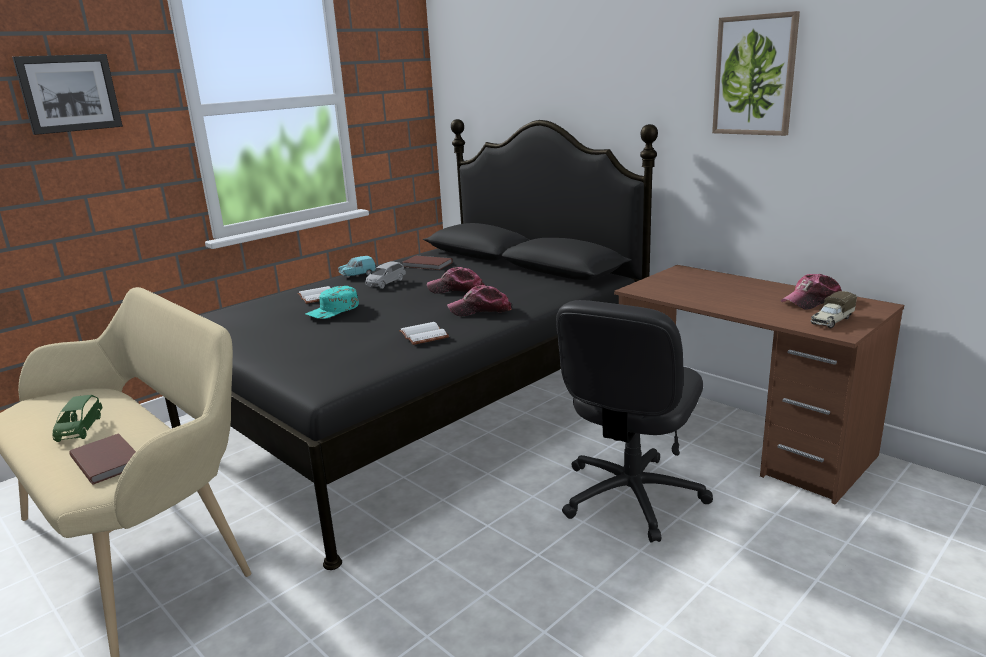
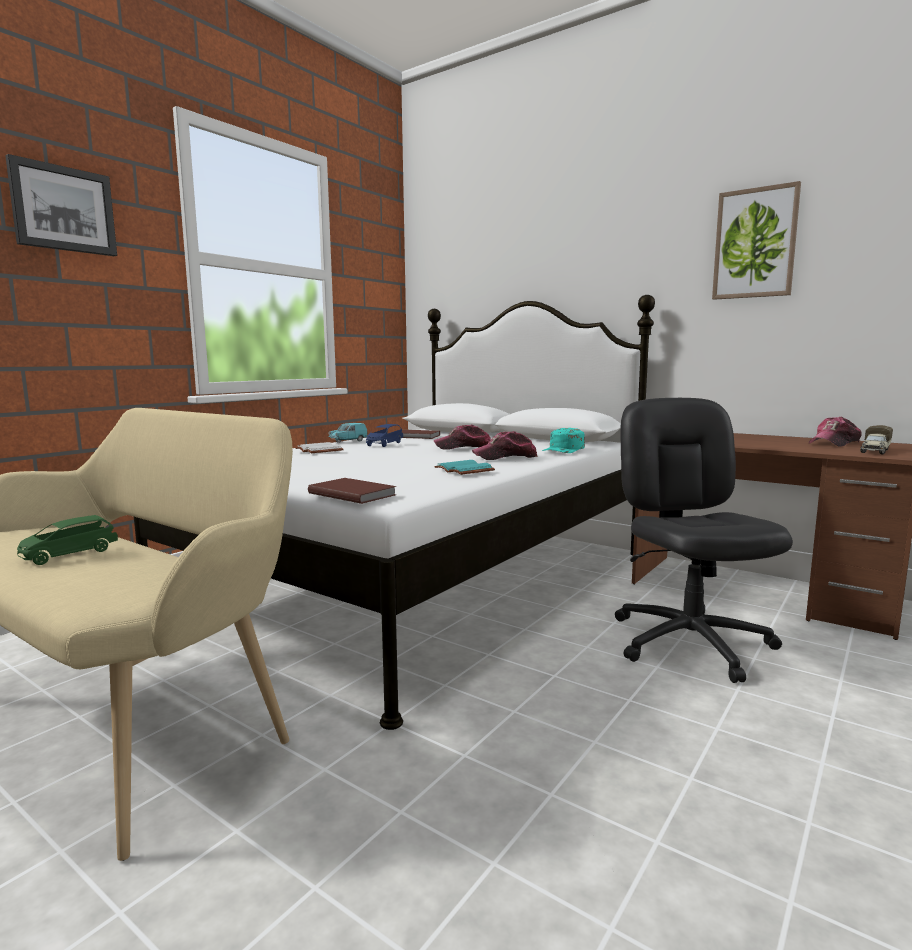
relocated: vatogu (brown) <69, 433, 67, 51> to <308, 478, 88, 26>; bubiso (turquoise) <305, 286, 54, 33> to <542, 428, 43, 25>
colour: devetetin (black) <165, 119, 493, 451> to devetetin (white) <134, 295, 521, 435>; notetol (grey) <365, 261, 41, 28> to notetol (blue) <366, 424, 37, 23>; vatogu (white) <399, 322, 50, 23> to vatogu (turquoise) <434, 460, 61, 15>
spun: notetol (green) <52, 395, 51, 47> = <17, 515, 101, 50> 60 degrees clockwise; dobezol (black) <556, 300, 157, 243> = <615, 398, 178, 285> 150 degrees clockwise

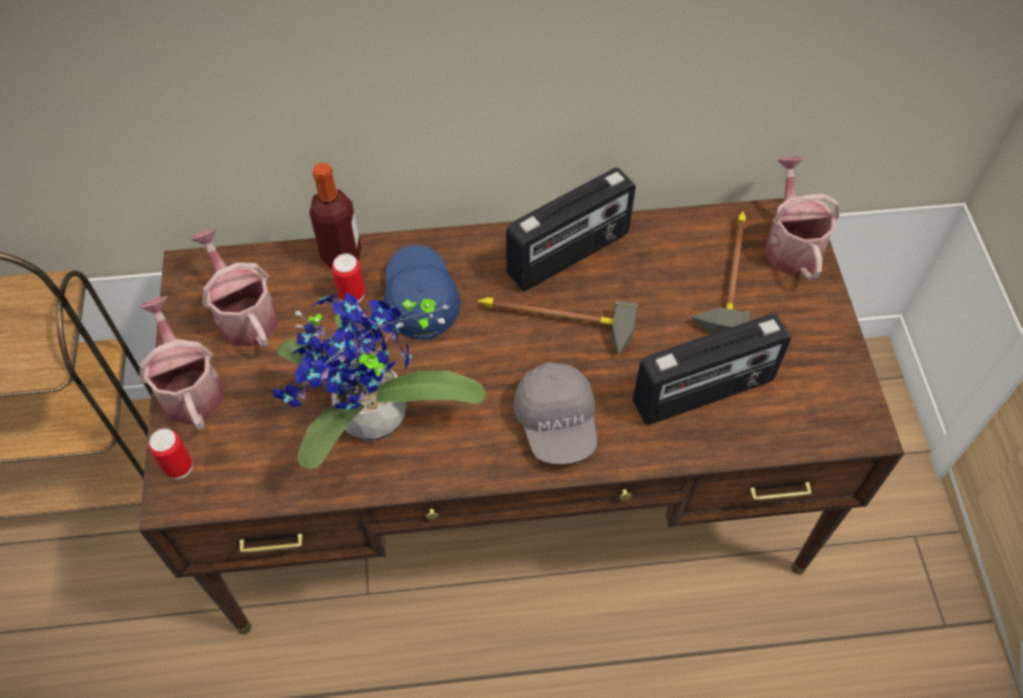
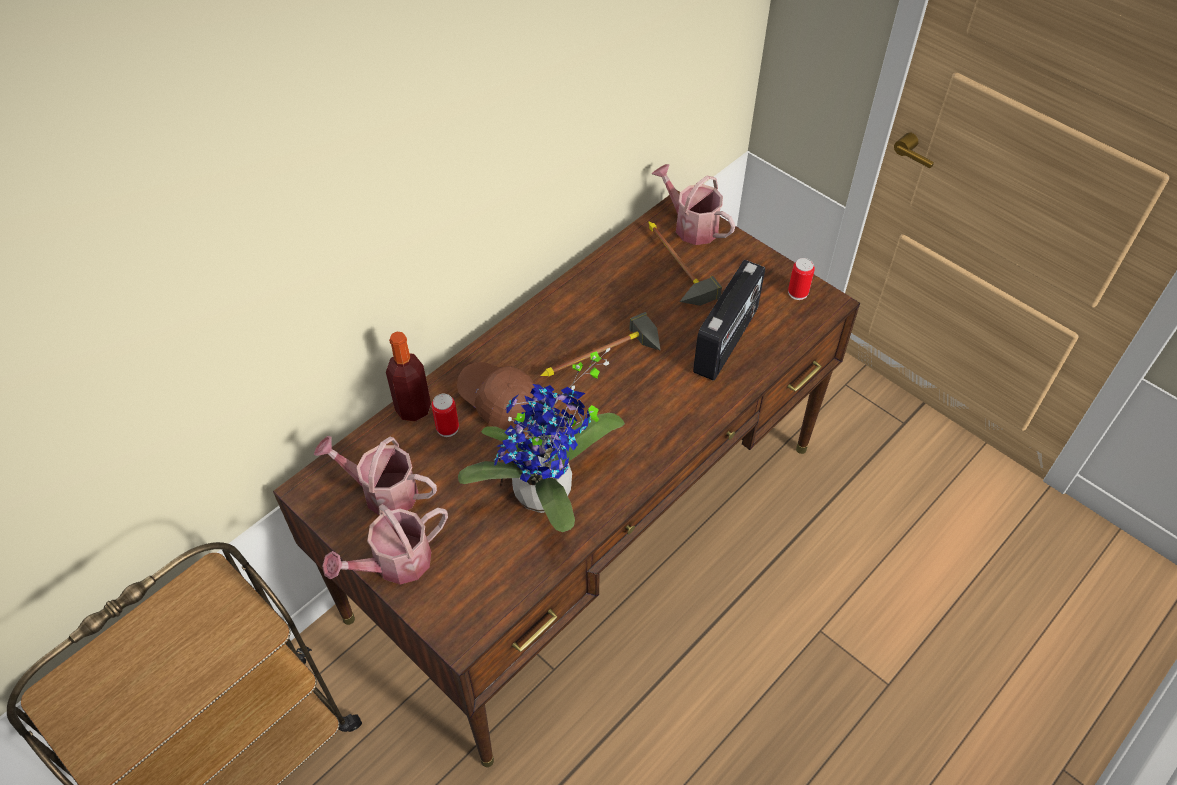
missing: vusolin <506, 167, 130, 124>; bubiso (grey) <513, 362, 84, 102>
relocated: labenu <149, 429, 44, 50> to <788, 258, 27, 42>
colour: bubiso (blue) <383, 245, 78, 95> to bubiso (brown) <457, 362, 81, 68>
spun: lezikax <139, 297, 84, 133> = <322, 504, 126, 81> 60 degrees counterclockwise

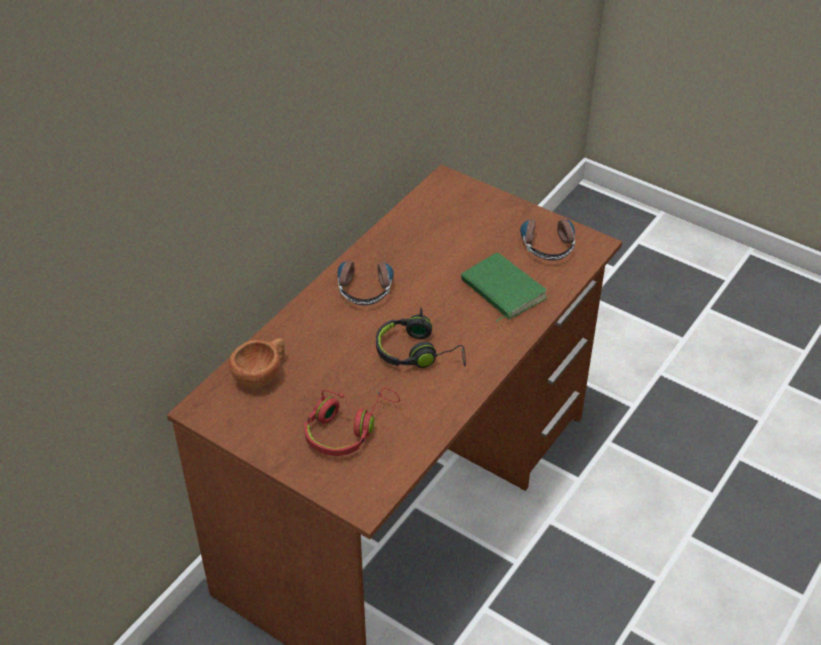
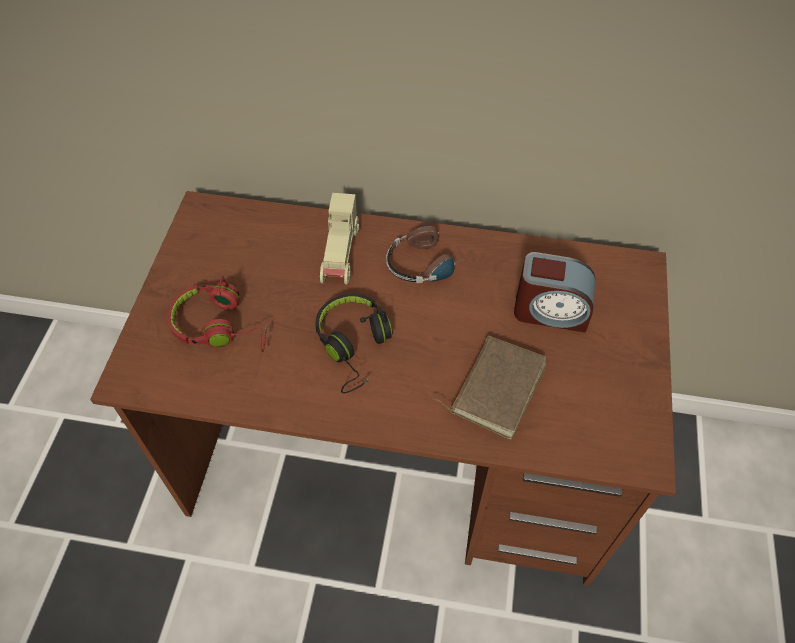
missing: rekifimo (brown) <229, 338, 56, 51>; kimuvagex <520, 208, 55, 53>
appeared: notetol (beige) <320, 193, 39, 92>; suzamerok <514, 252, 82, 81>
colour: vatogu (green) <461, 252, 86, 70> to vatogu (brown) <432, 336, 114, 104>

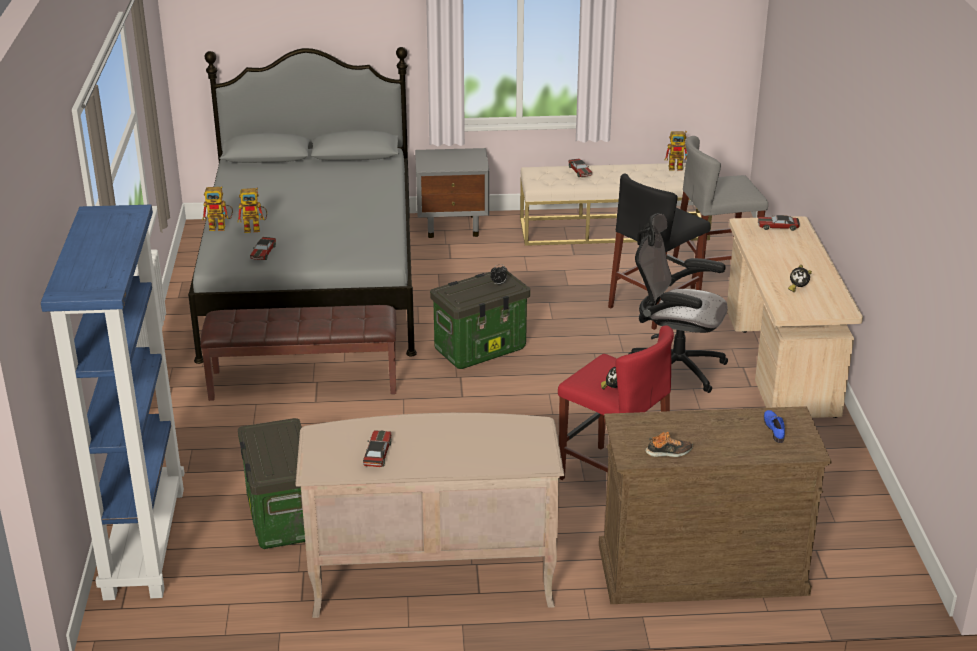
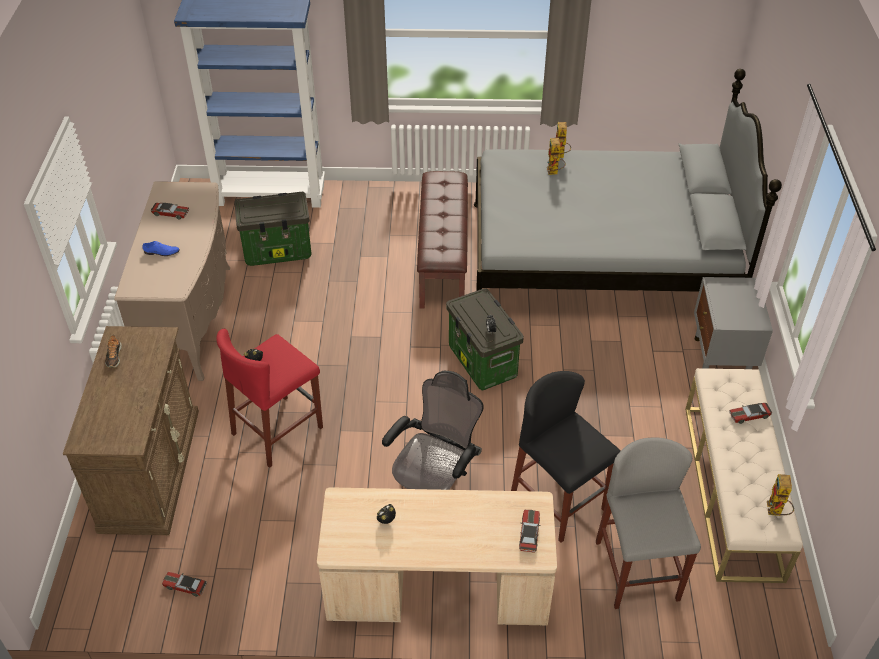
relocated: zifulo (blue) <764, 410, 21, 33> to <142, 241, 38, 15>; notetol <250, 237, 26, 23> to <162, 572, 45, 25>

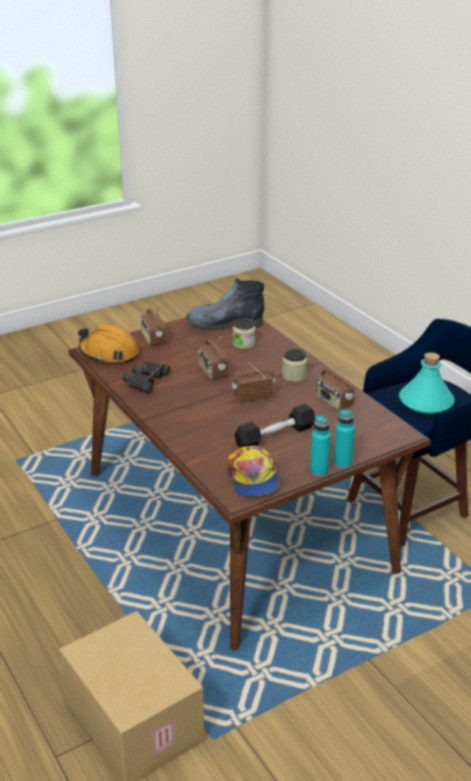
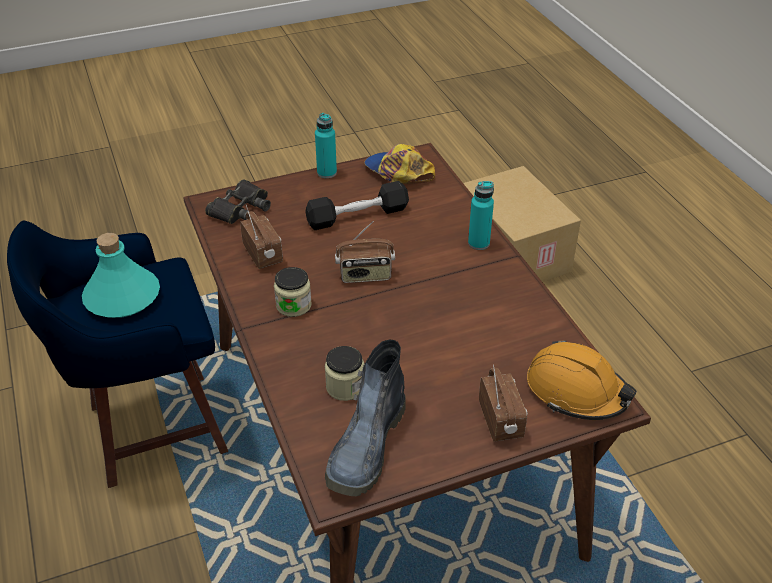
missing: vusolin <198, 336, 31, 43>
relocated: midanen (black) <123, 361, 47, 33> to <205, 179, 66, 45>; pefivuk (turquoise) <334, 410, 21, 59> to <468, 181, 26, 69>
spun: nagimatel <186, 278, 79, 53> = <325, 339, 80, 157> 105 degrees clockwise; bubiso <227, 446, 52, 51> = <364, 144, 71, 40> 45 degrees counterclockwise

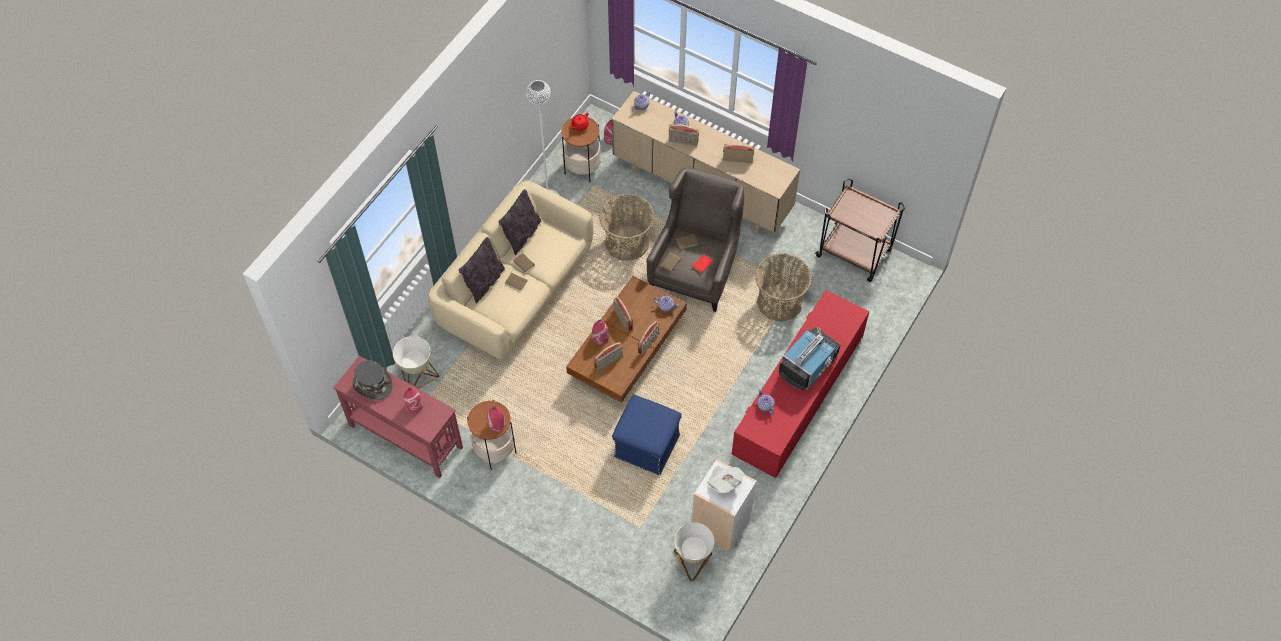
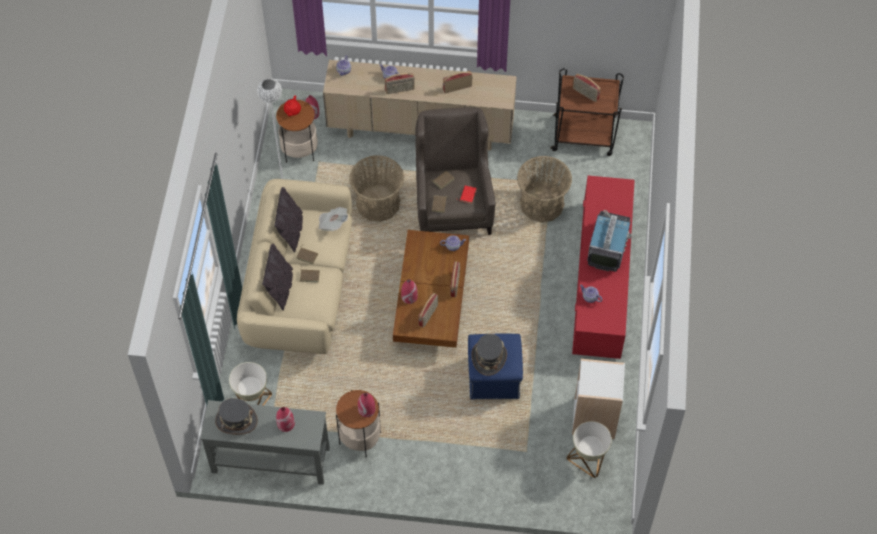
appeared: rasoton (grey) <471, 334, 36, 42>
relocated: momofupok <707, 466, 37, 27> to <318, 207, 30, 24>; vusolin <614, 297, 19, 34> to <573, 74, 28, 28>
colour: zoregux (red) <333, 356, 130, 122> to zoregux (grey) <200, 400, 130, 85>

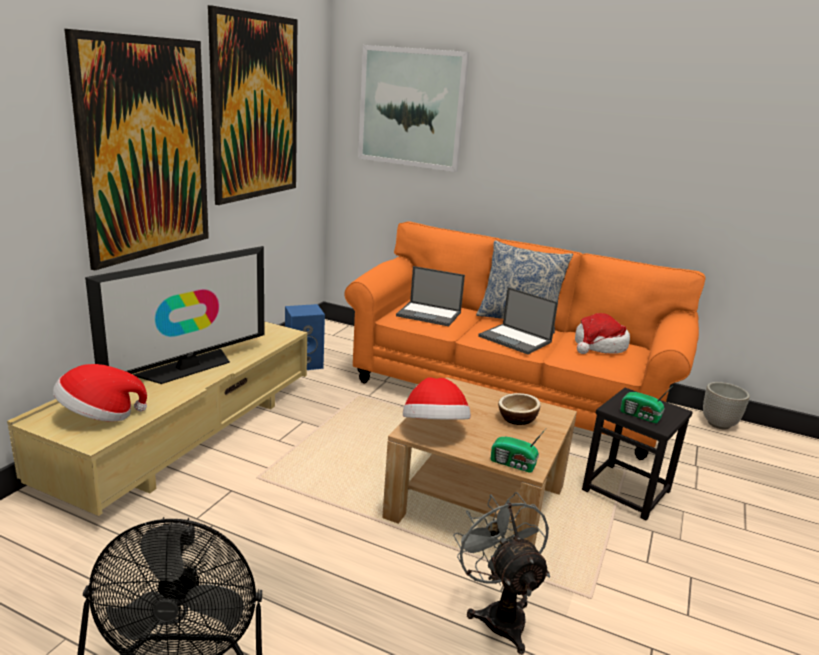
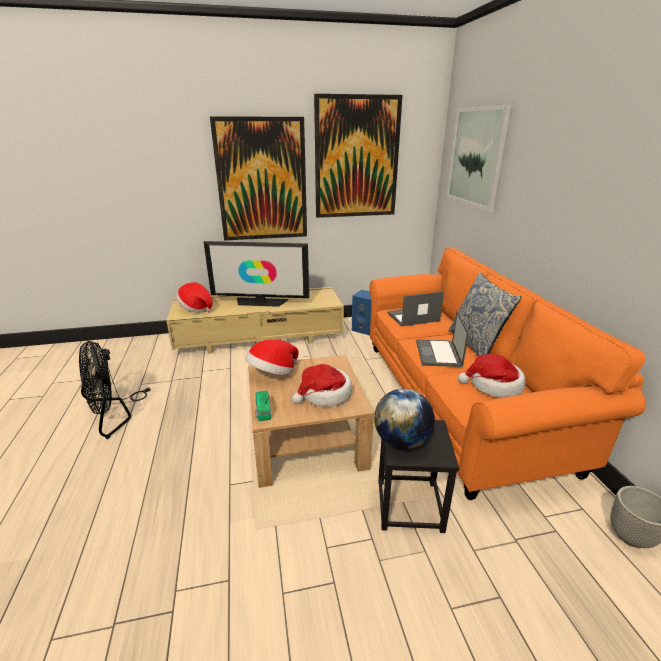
missing: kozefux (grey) <453, 492, 97, 162>
exchanged: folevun <498, 393, 43, 32> to rasoton <292, 364, 60, 43>; vusolin <620, 388, 51, 35> to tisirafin <374, 389, 61, 61>
spun: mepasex <396, 266, 69, 60> = <388, 291, 56, 36> 90 degrees clockwise

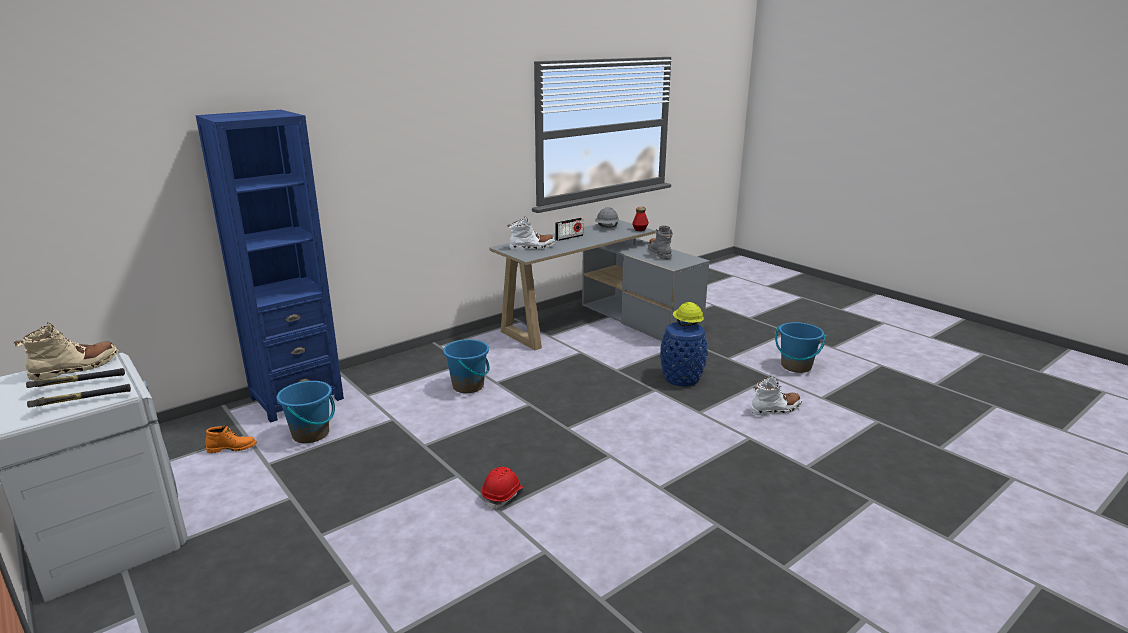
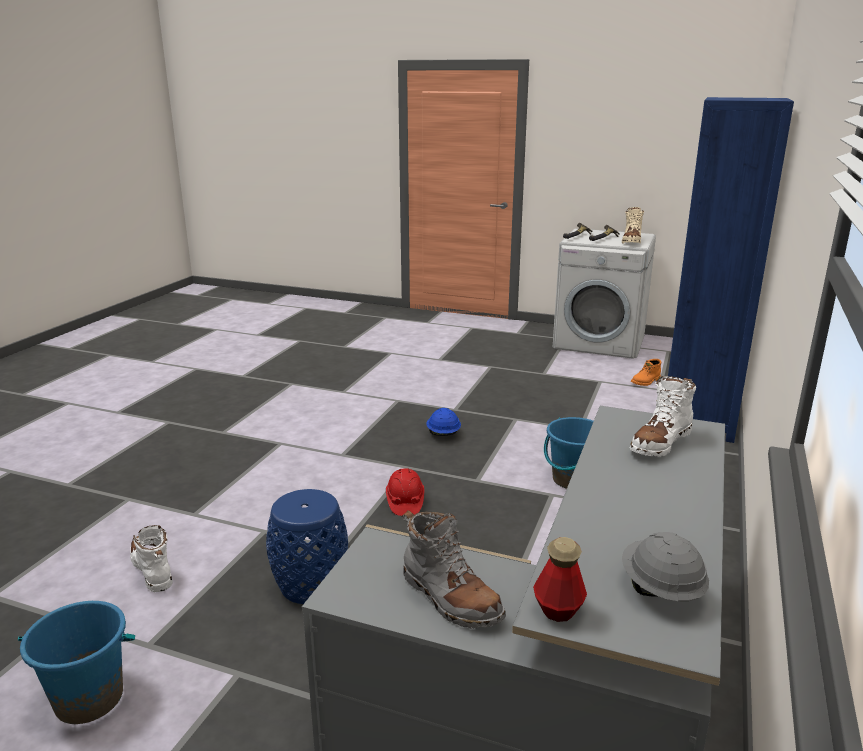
missing: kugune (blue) <277, 380, 58, 63>; vusolin <555, 218, 28, 23>; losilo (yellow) <673, 302, 31, 24>
appeared: losilo (blue) <427, 408, 34, 28>
relocated: losilo (red) <482, 467, 41, 43> to <386, 468, 38, 48>
spun: nagimatel (white) <751, 376, 51, 40> = <130, 525, 43, 67> 105 degrees clockwise

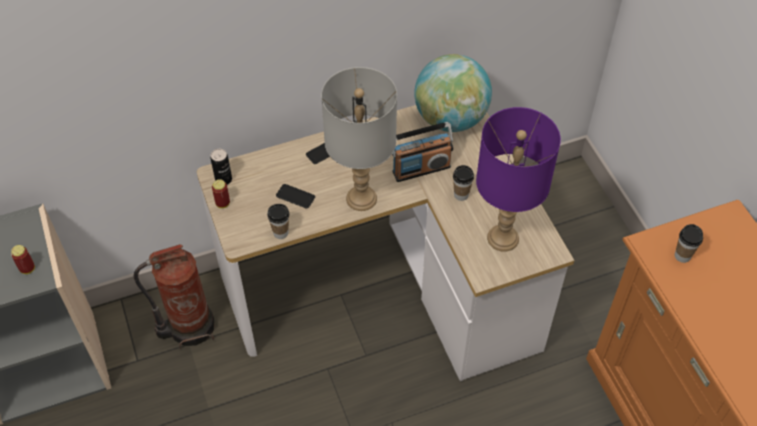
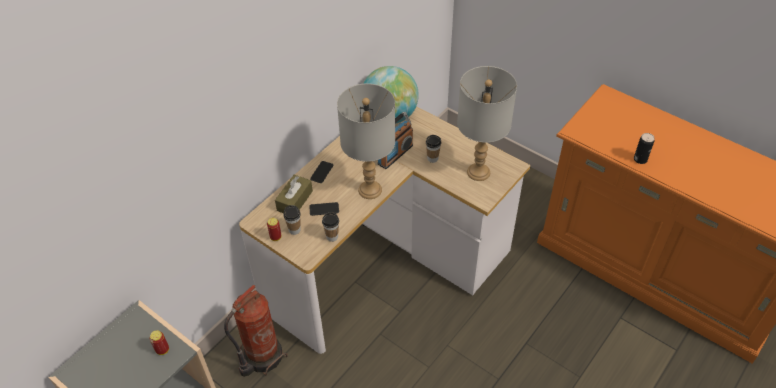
appeared: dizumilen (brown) <275, 175, 38, 38>
relocated: rekifimo <675, 224, 28, 39> to <283, 205, 18, 30>; labenu <210, 149, 22, 36> to <634, 133, 21, 31>
colour: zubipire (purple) <476, 107, 85, 145> to zubipire (grey) <457, 66, 60, 115>

